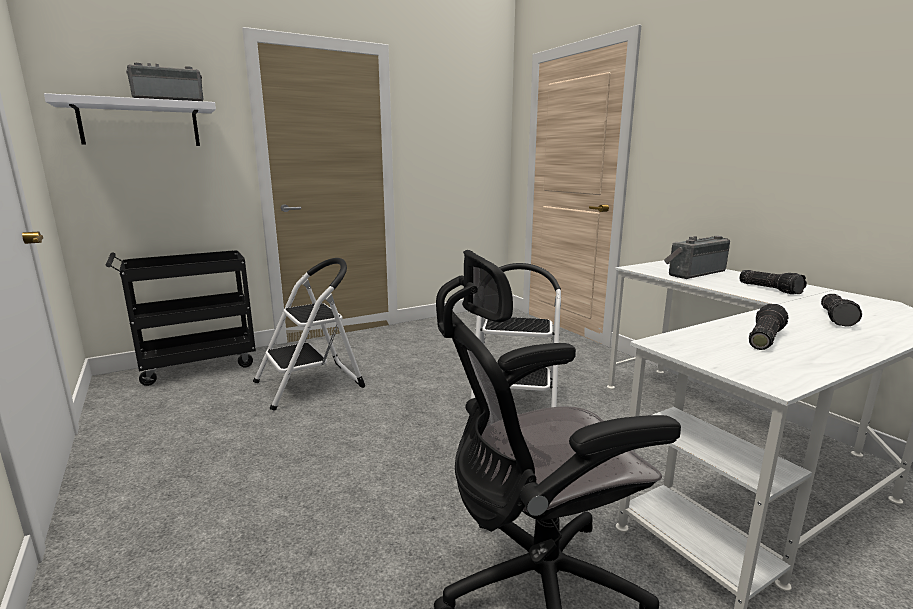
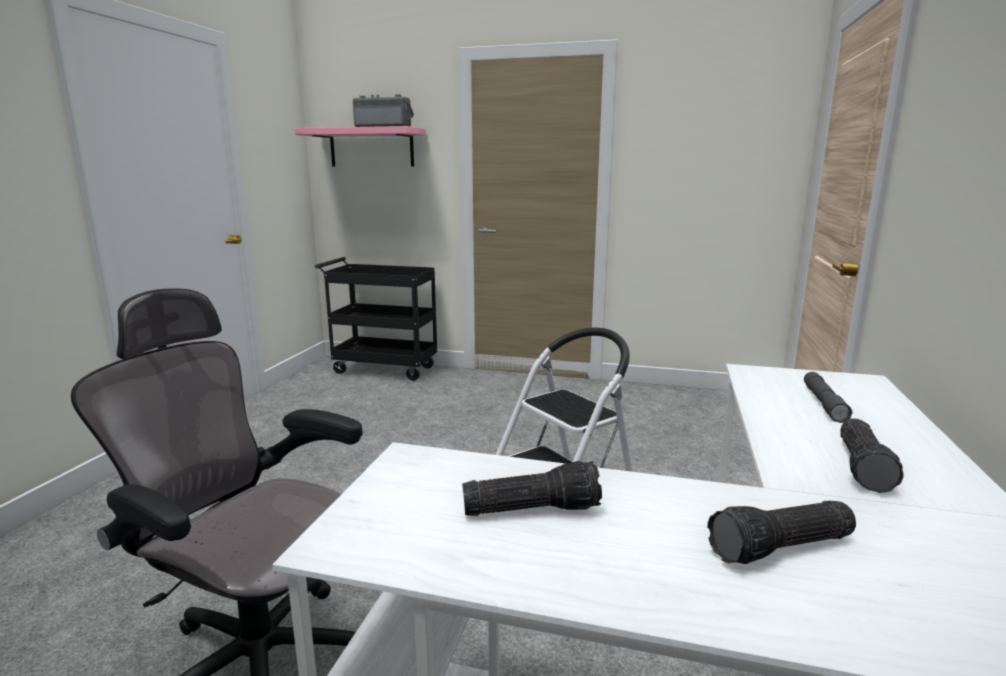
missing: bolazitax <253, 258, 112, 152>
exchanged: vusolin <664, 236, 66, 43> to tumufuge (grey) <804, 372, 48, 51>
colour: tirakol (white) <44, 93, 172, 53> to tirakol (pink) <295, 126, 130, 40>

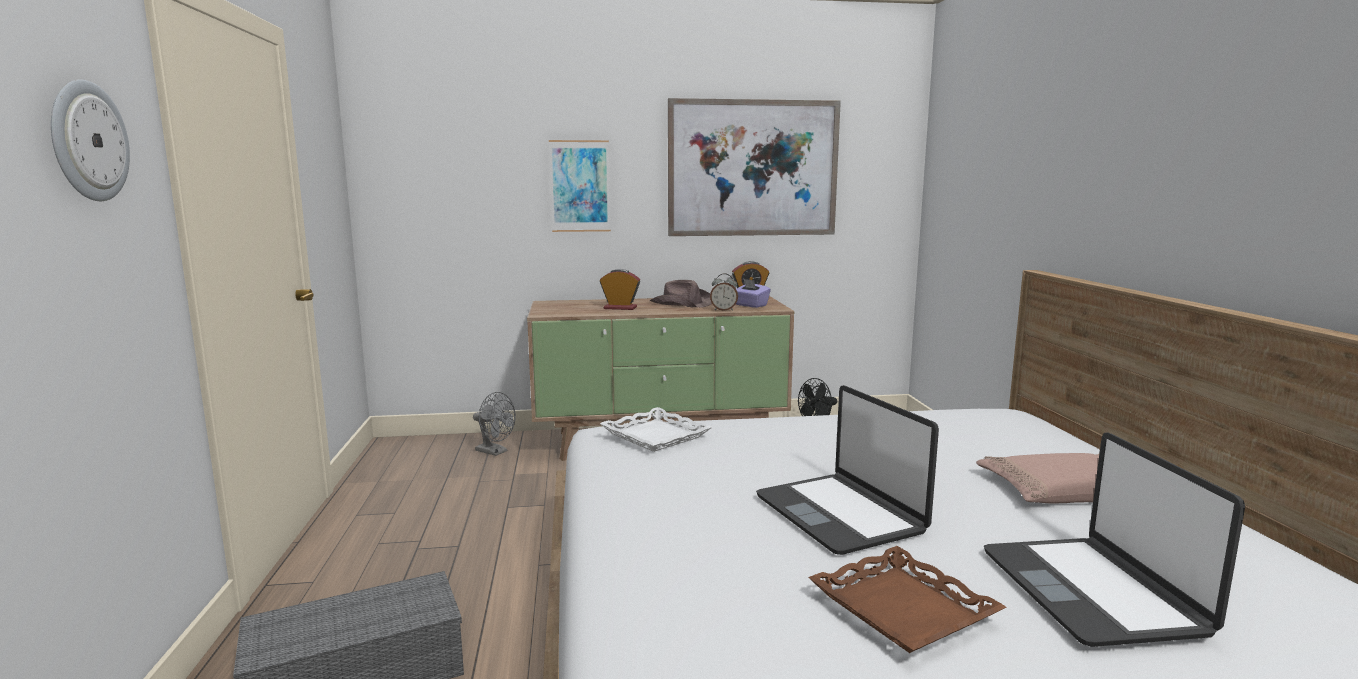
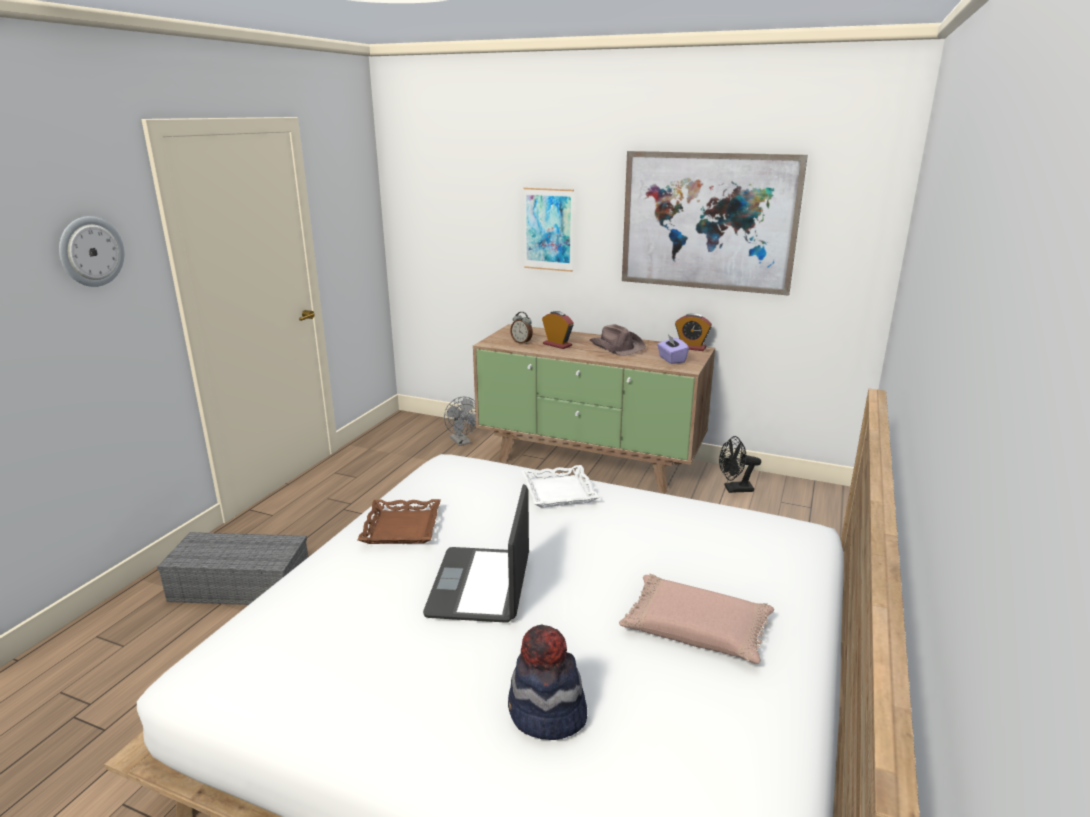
relocated: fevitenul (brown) <808, 546, 199, 107> to <358, 499, 83, 45>; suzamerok <710, 273, 28, 38> to <510, 312, 23, 32>; fevitenul (white) <600, 407, 112, 45> to <522, 465, 78, 43>
exchanged: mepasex <984, 432, 261, 215> to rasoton <508, 624, 79, 116>

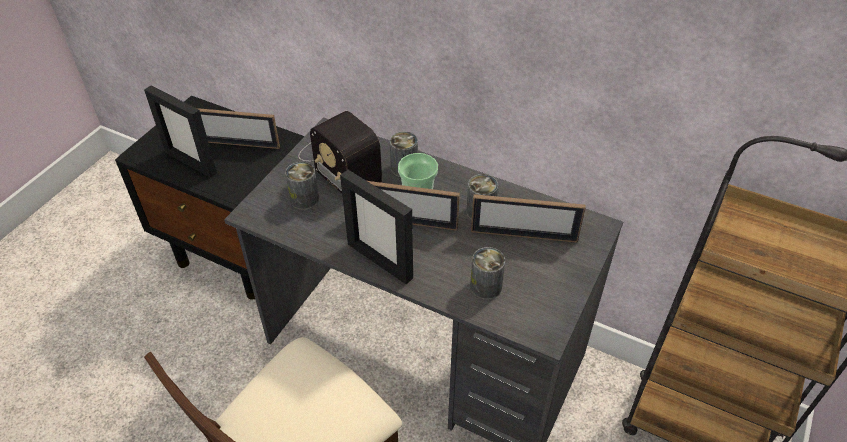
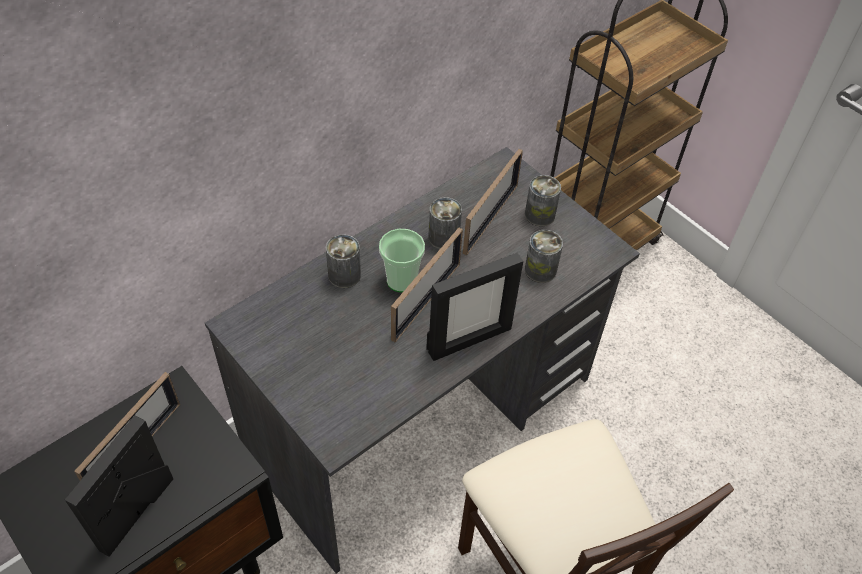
missing: vusolin <298, 111, 84, 83>
relocated: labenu <285, 162, 34, 48> to <525, 175, 36, 51>
spun: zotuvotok <144, 86, 73, 92> = <65, 415, 108, 142> 150 degrees clockwise

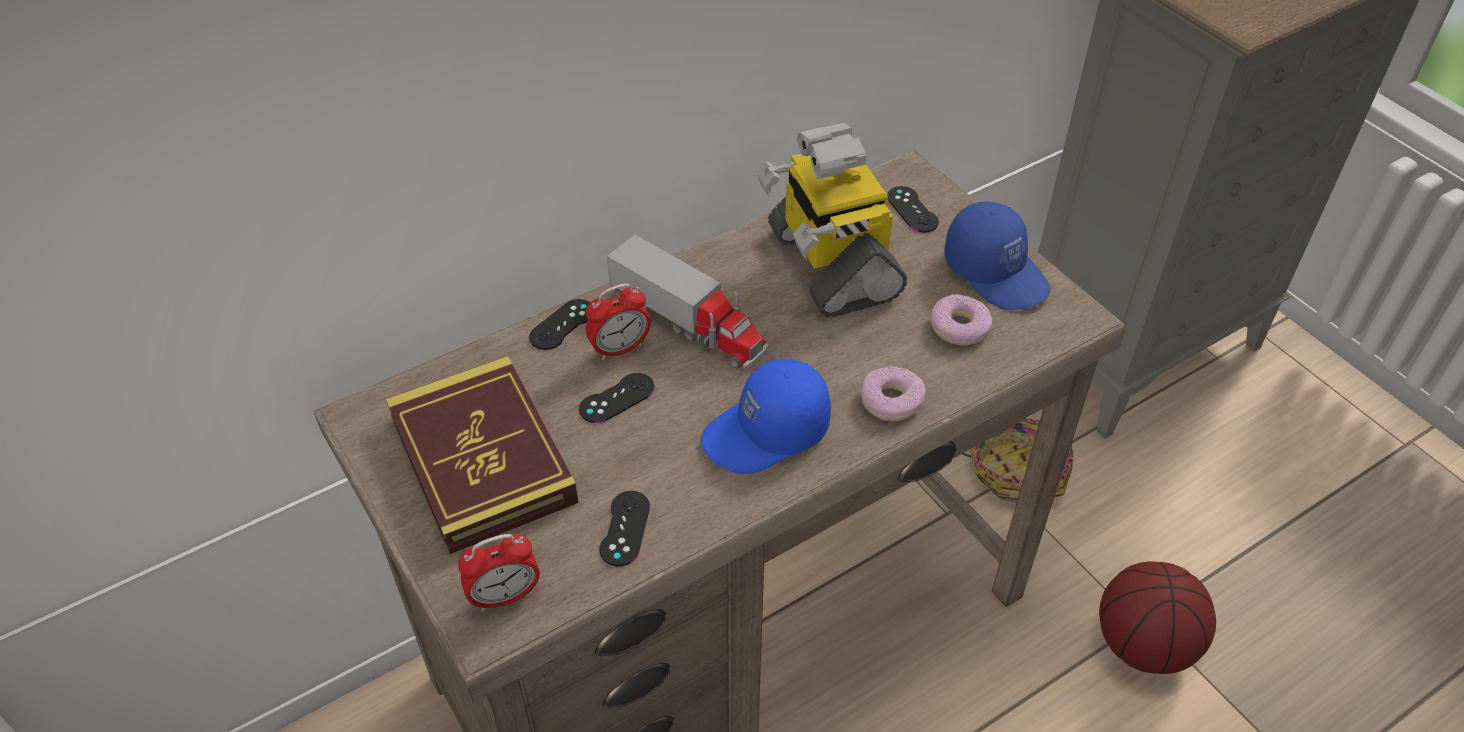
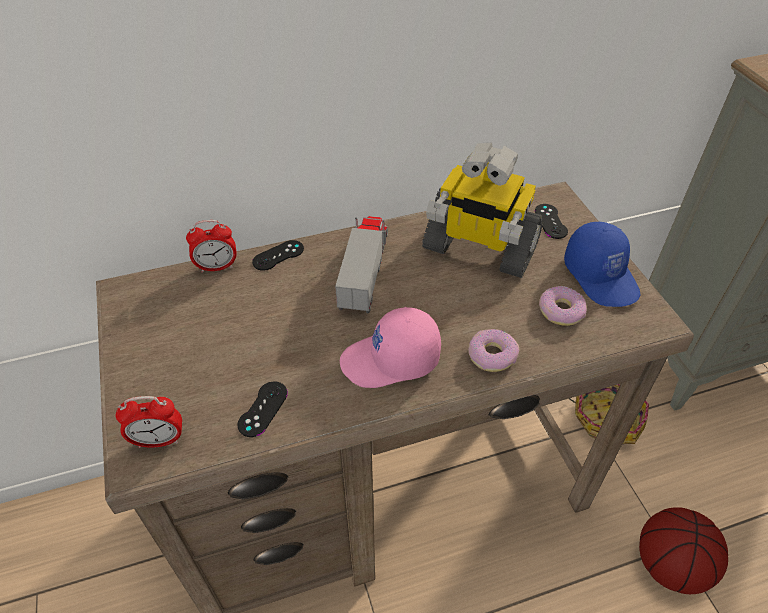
missing: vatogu <386, 356, 193, 198>; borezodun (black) <579, 373, 76, 50>
relocated: suzamerok <586, 284, 64, 76> to <186, 220, 51, 53>
colour: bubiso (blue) <701, 359, 130, 115> to bubiso (pink) <340, 307, 101, 81>
spun: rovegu <607, 235, 161, 135> = <335, 216, 53, 97> 135 degrees counterclockwise; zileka <756, 123, 151, 195> = <422, 142, 120, 136> 60 degrees counterclockwise

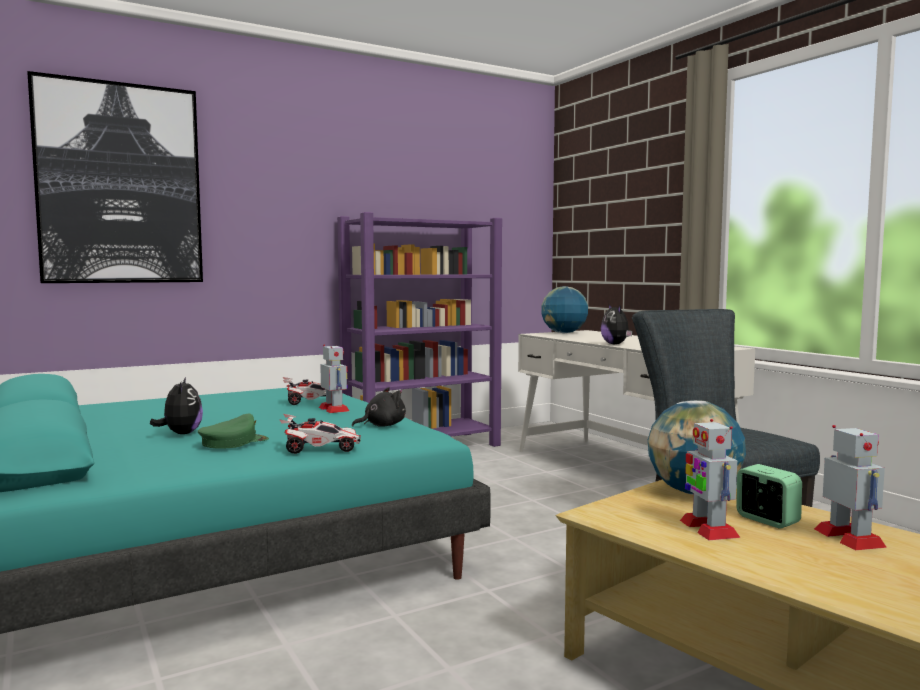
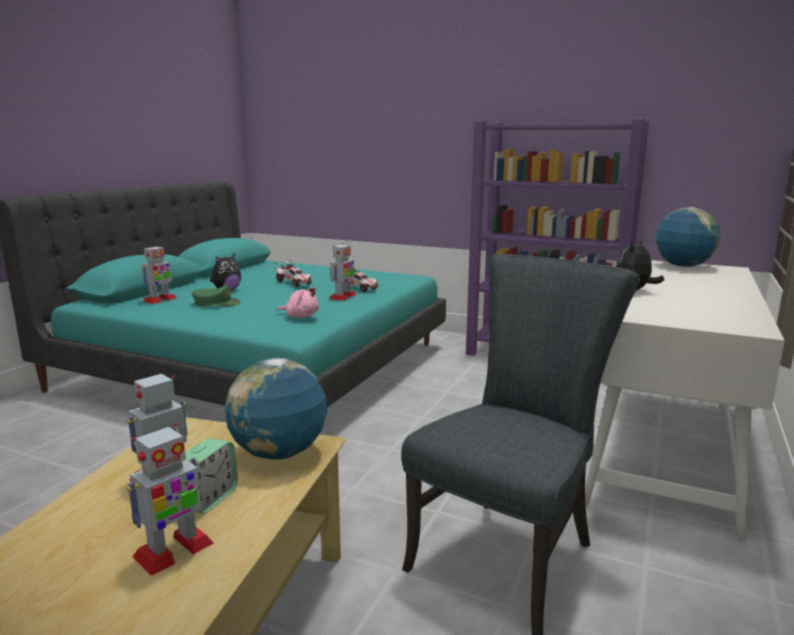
missing: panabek <27, 71, 176, 212>
appeared: zileka <142, 245, 35, 59>
relocated: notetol <279, 414, 82, 40> to <275, 260, 37, 27>
colour: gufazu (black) <352, 387, 54, 40> to gufazu (pink) <277, 287, 42, 31>

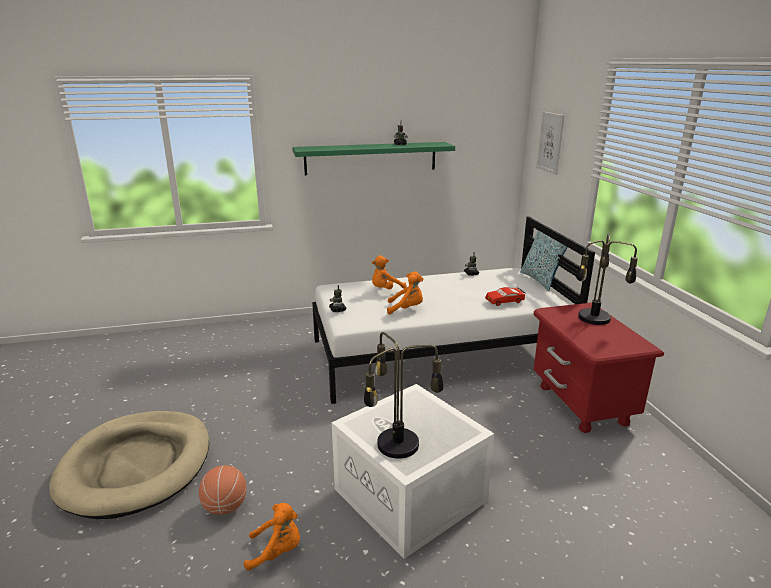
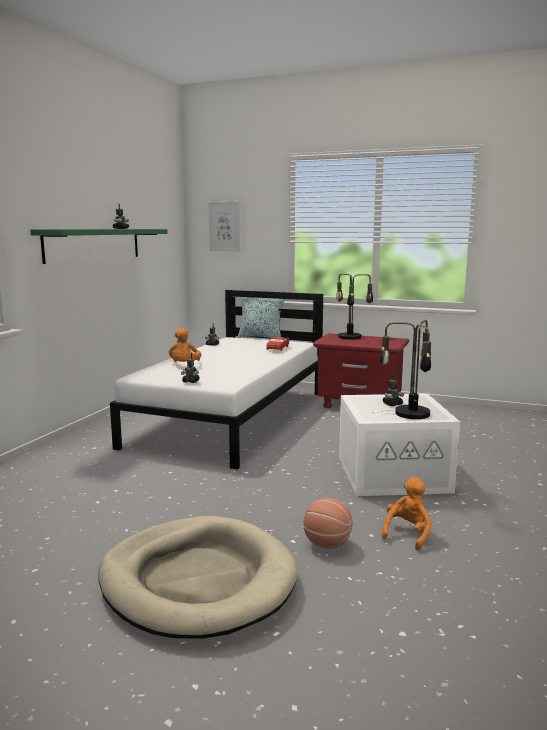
missing: gufazu (orange) <387, 271, 36, 44>
appeared: zileka <383, 374, 21, 32>

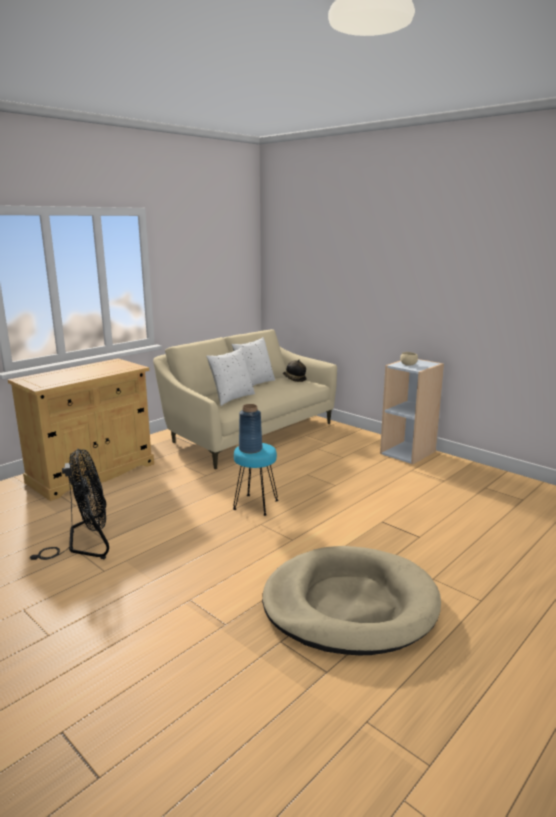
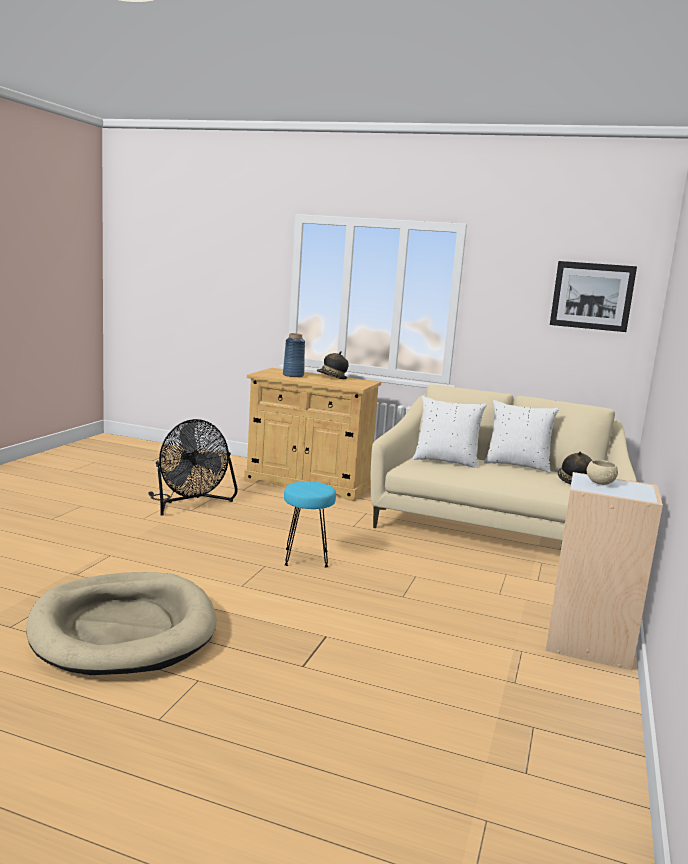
appeared: rasoton <317, 351, 31, 28>; panabek <550, 261, 87, 71>
relocated: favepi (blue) <239, 404, 23, 49> to <283, 333, 22, 44>

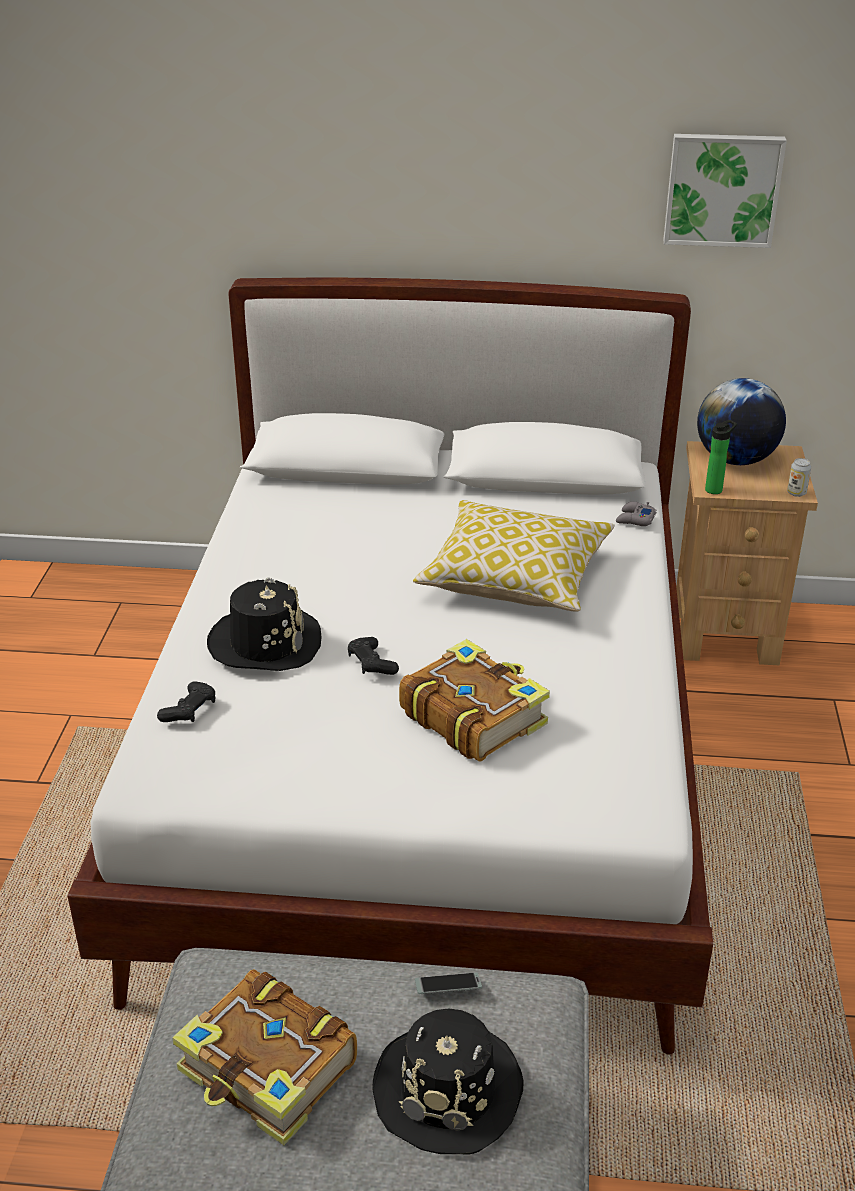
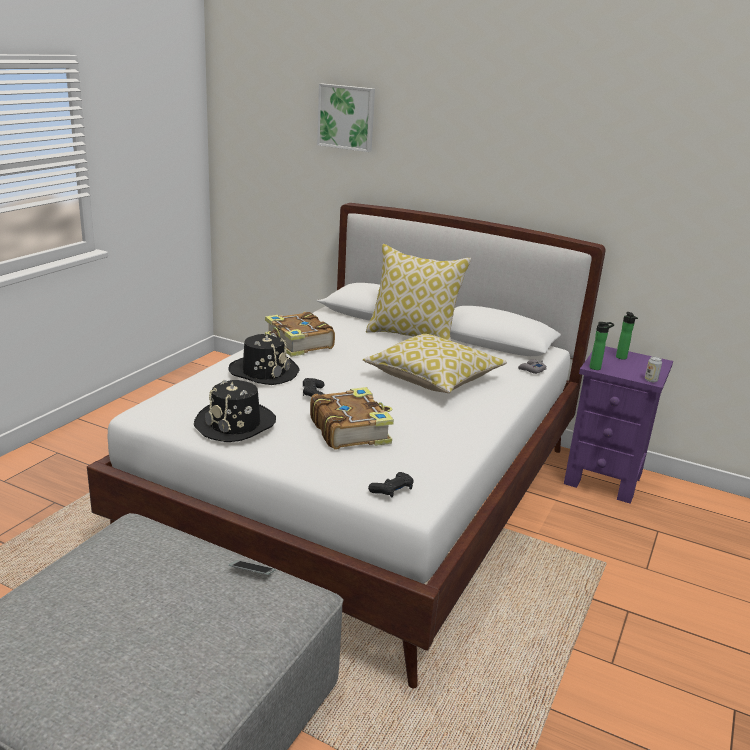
appeared: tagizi <366, 244, 105, 97>
relocated: rasoton (black) <372, 1008, 152, 146> to <194, 380, 82, 62>; vatogu <172, 969, 185, 176> to <265, 312, 70, 45>; panabek <663, 134, 124, 114> to <317, 84, 58, 68>; borezodun (black) <157, 681, 58, 41> to <368, 472, 46, 26>
exchanged: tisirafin <697, 378, 89, 87> to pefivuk <616, 312, 22, 47>
colour: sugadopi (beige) <676, 441, 142, 225> to sugadopi (purple) <564, 346, 109, 158>

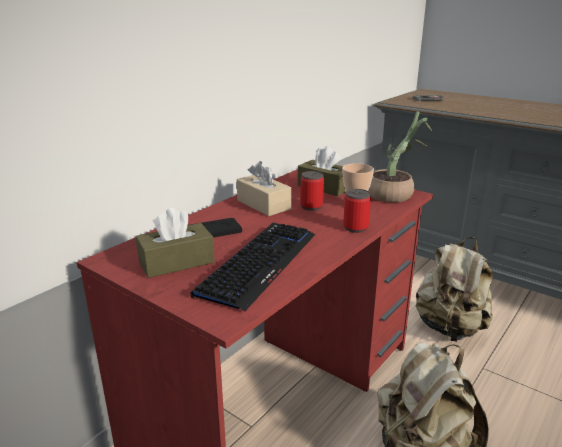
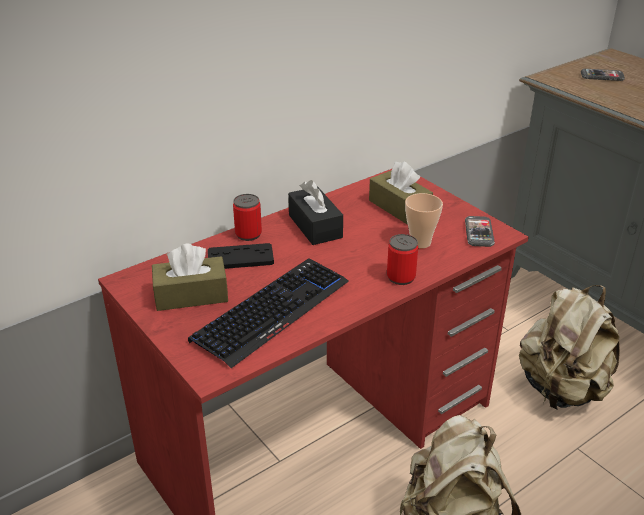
relocated: labenu <300, 171, 24, 40> to <233, 194, 29, 47>
exchanged: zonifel <368, 111, 65, 92> to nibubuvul <465, 216, 30, 31>
colour: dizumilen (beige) <237, 161, 54, 55> to dizumilen (black) <288, 180, 55, 65>

